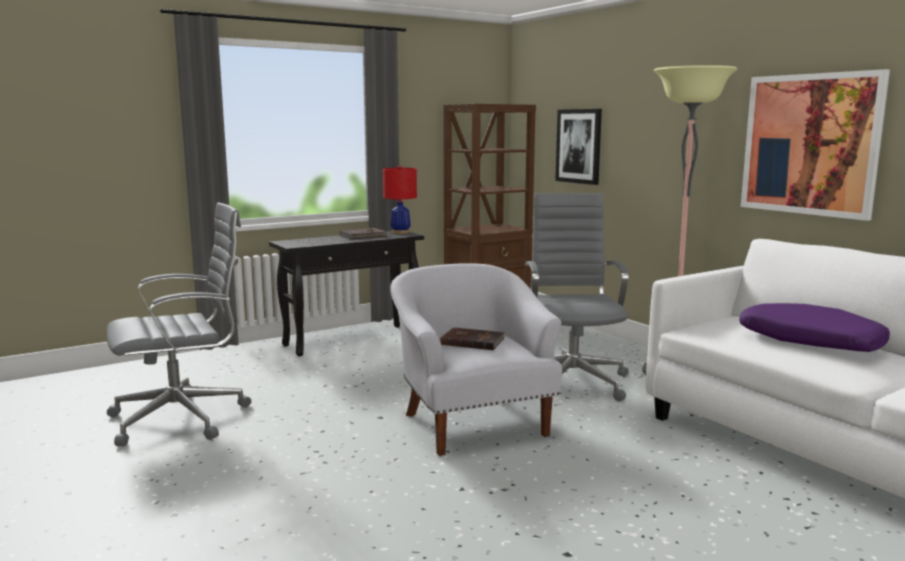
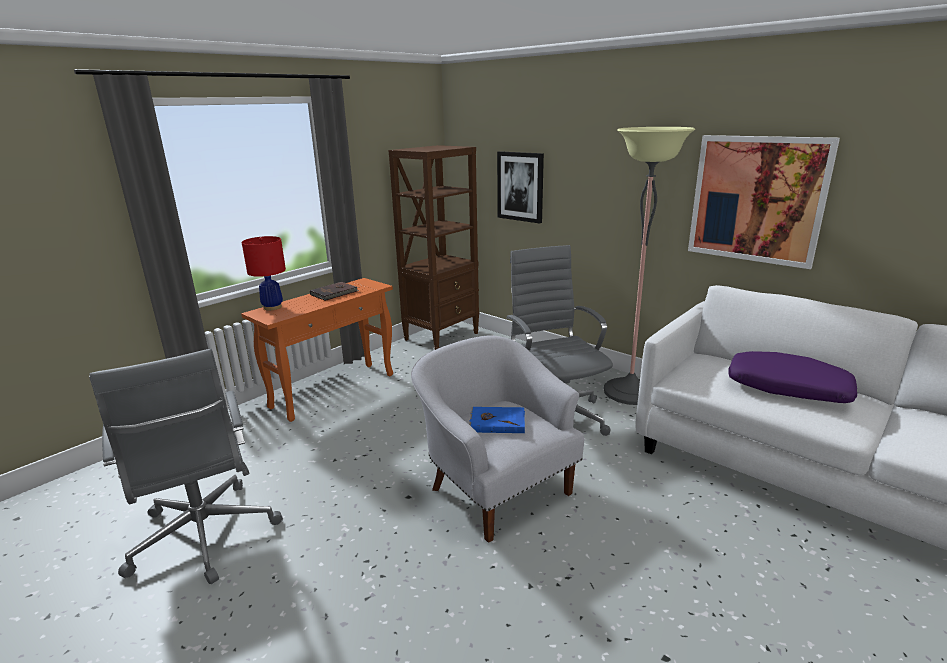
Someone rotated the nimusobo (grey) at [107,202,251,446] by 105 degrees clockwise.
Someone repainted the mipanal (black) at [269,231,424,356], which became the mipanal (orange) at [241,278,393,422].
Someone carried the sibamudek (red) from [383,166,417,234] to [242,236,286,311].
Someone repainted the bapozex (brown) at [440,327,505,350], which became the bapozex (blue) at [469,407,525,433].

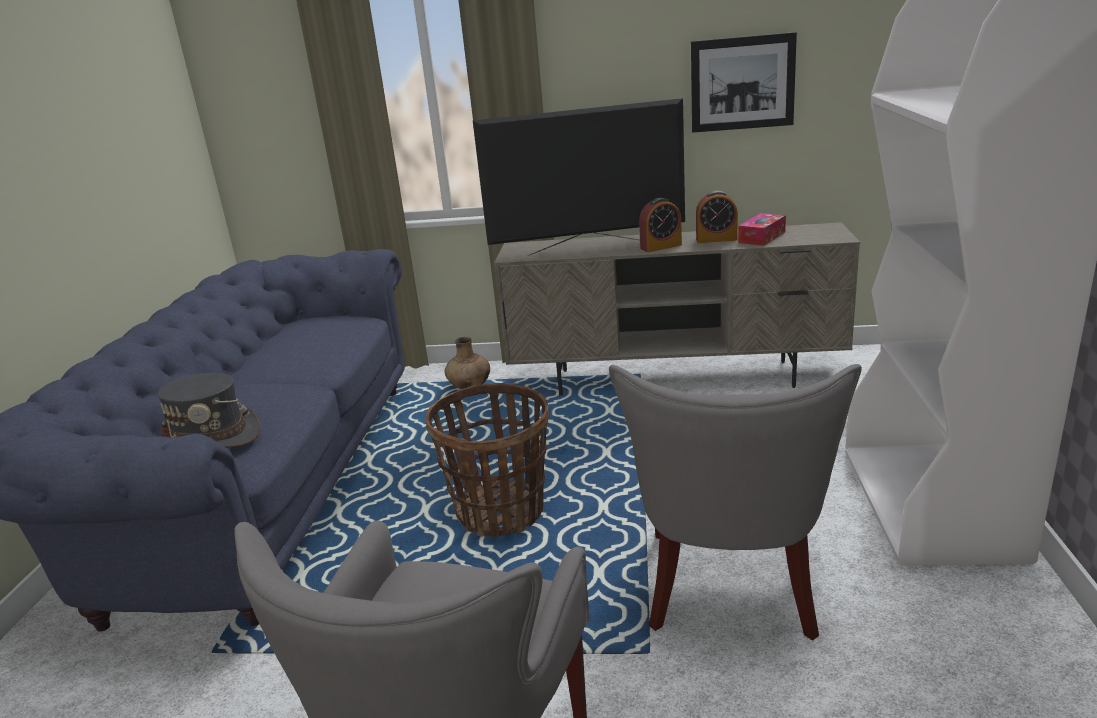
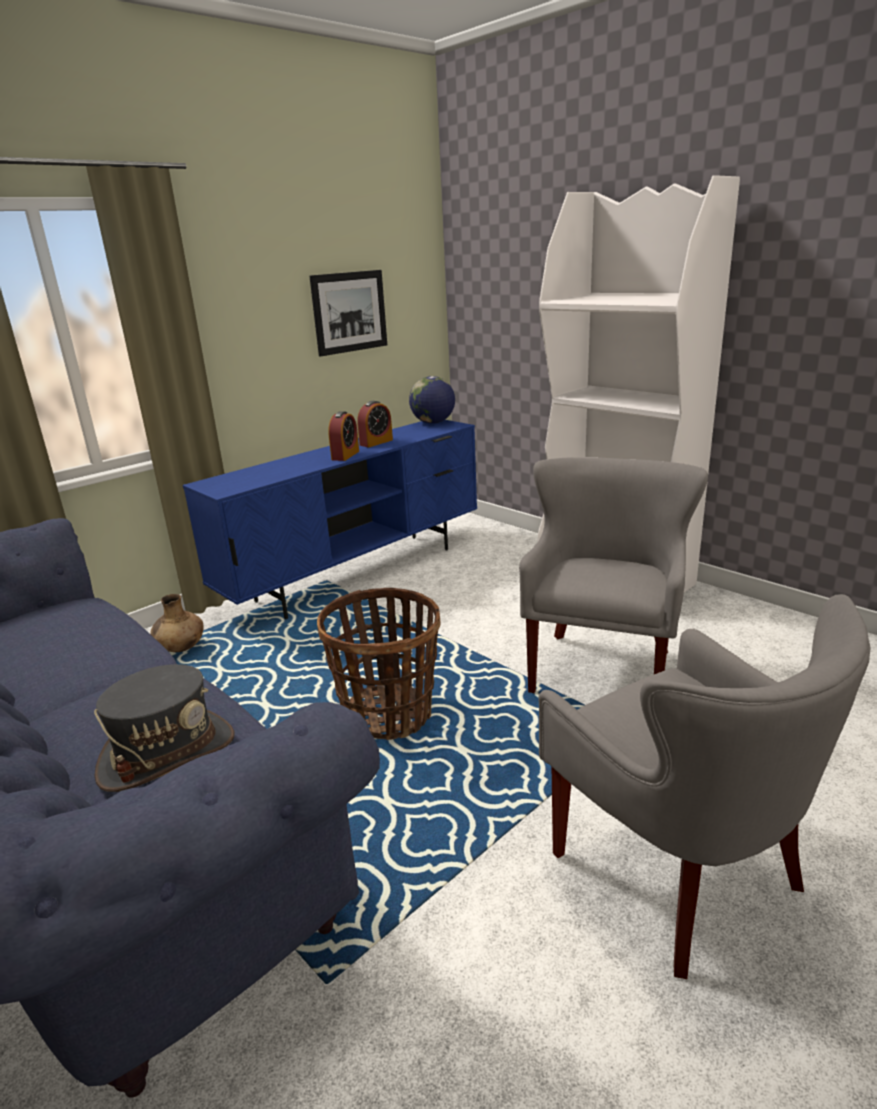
Someone repainted the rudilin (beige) at [494,222,860,396], which became the rudilin (blue) at [183,420,477,619].
Someone put down the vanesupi at [409,376,455,424].
Someone rotated the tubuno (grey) at [609,364,862,641] by 120 degrees counterclockwise.
Someone took away the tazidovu at [473,98,685,256].
Someone took away the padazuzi at [738,213,786,246].

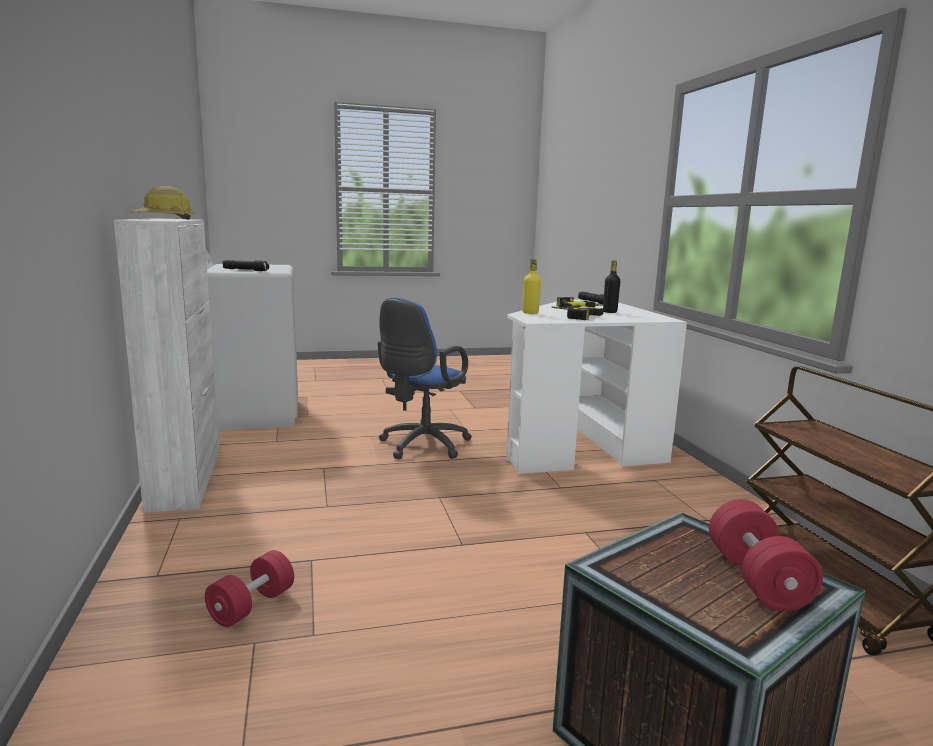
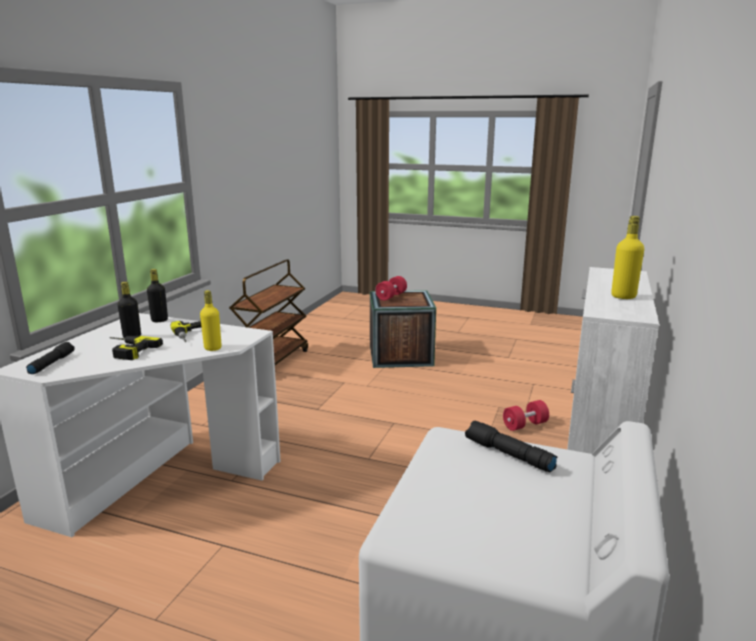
Someone put down the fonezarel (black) at [147,269,168,322].
Someone swapped the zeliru at [130,186,195,219] for the fonezarel (yellow) at [611,216,644,299].
Someone took away the nimusobo (blue) at [378,298,472,459].

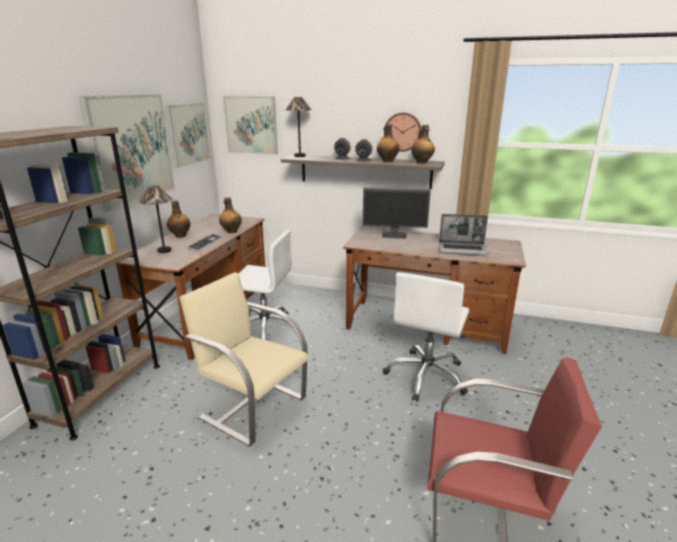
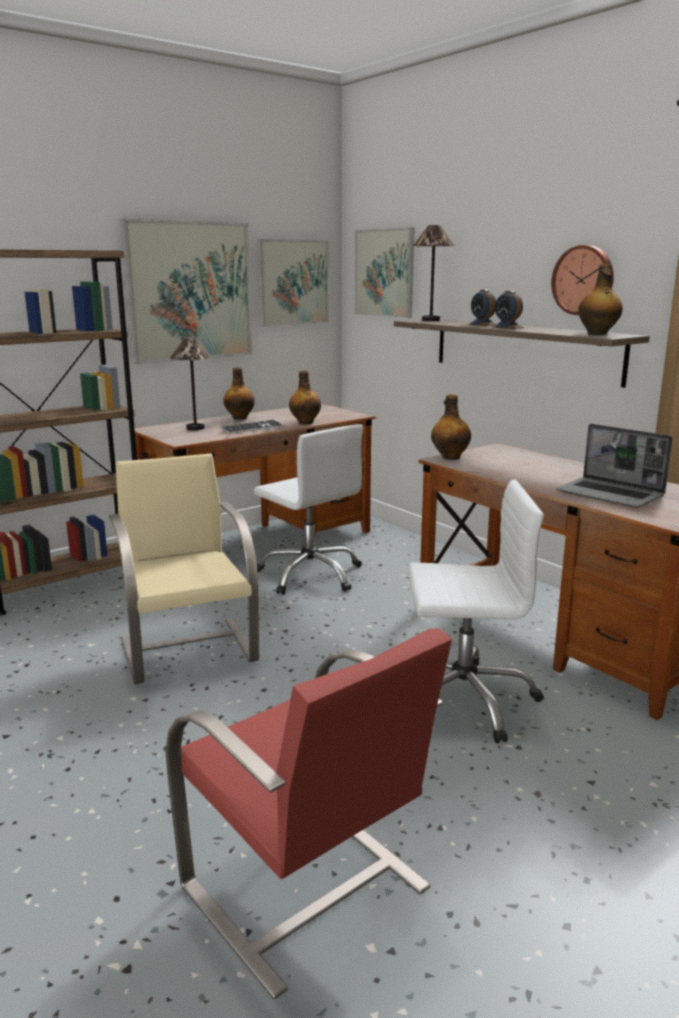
Someone rotated the nimusobo (white) at [383,272,469,402] by 150 degrees counterclockwise.
Someone carried the fonezarel from [377,124,400,162] to [431,394,471,460].
Someone took away the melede at [363,188,431,239].

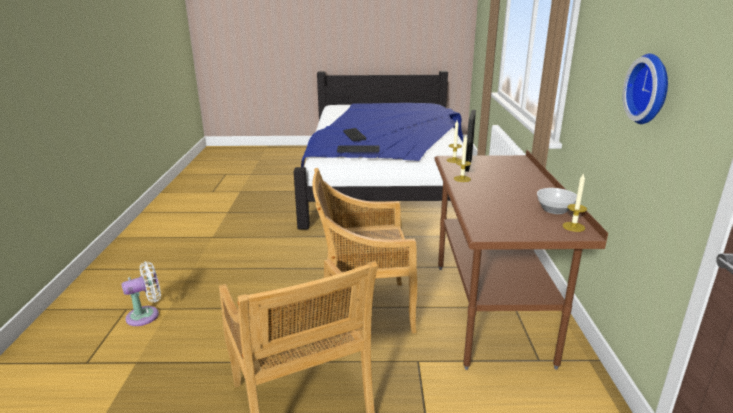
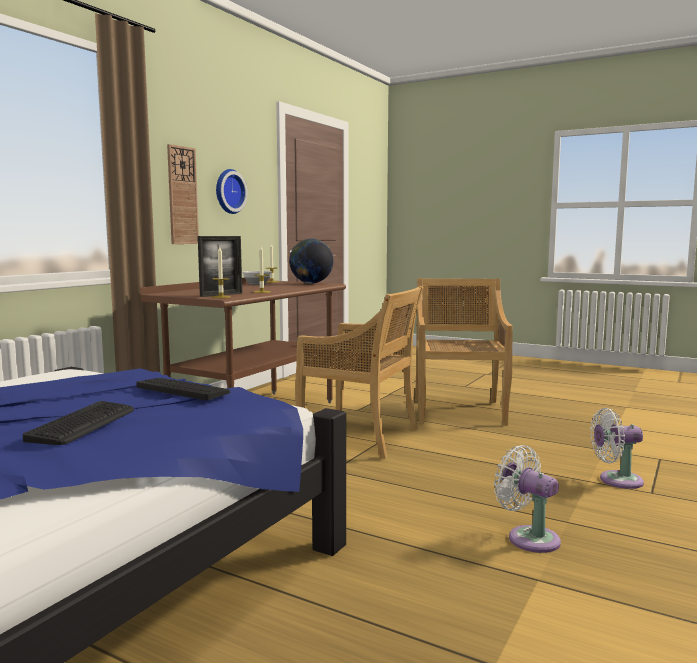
Someone put up the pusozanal at [167,144,199,244].
Someone put down the vanesupi at [289,239,333,284].
Someone put down the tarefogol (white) at [494,445,561,553].

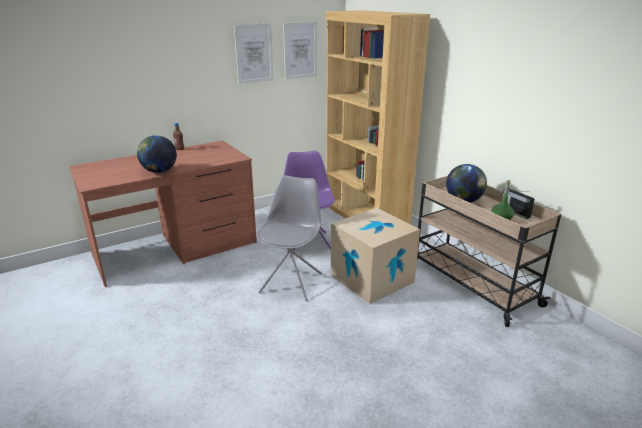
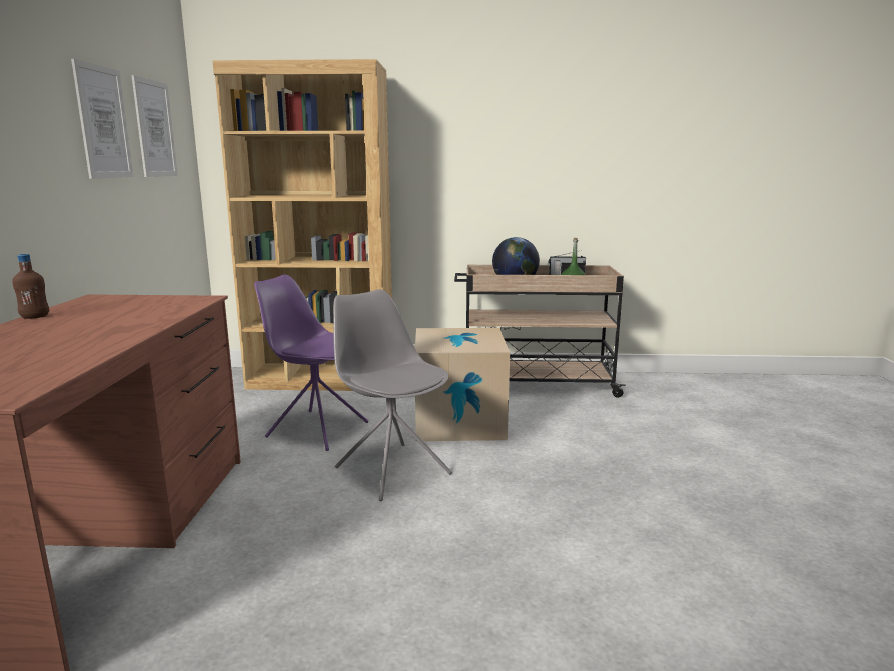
Someone took away the vanesupi at [137,135,177,173].

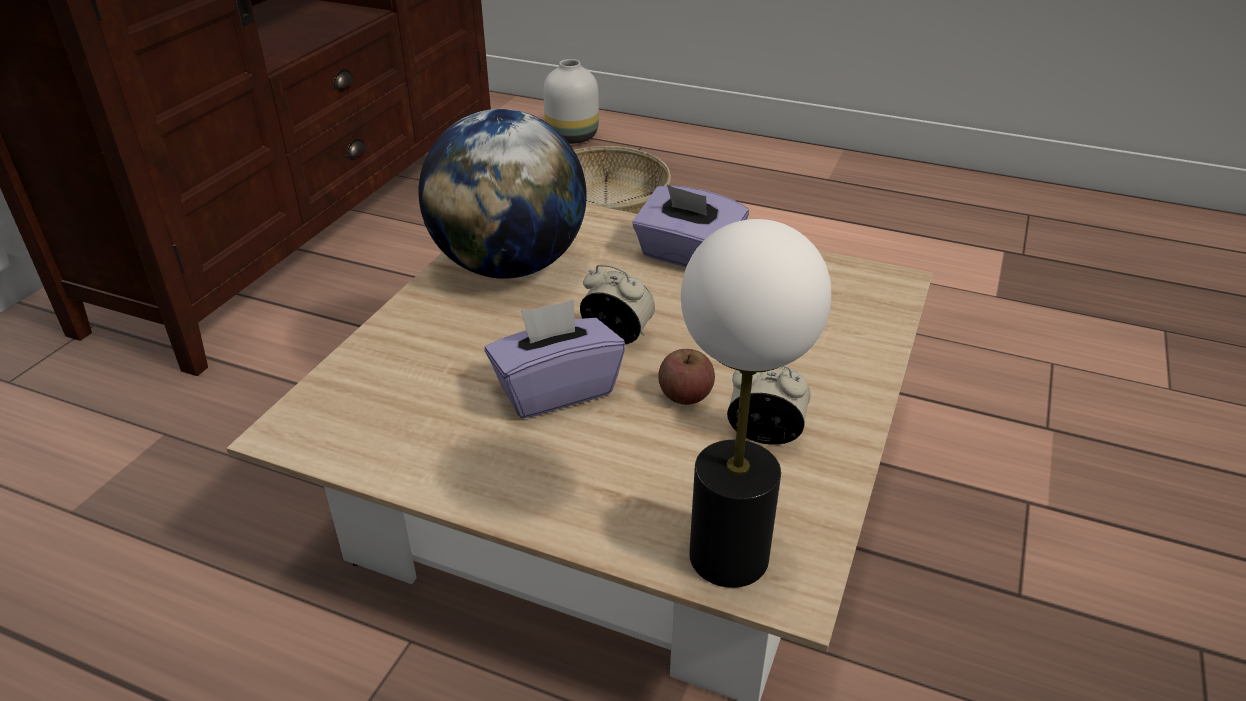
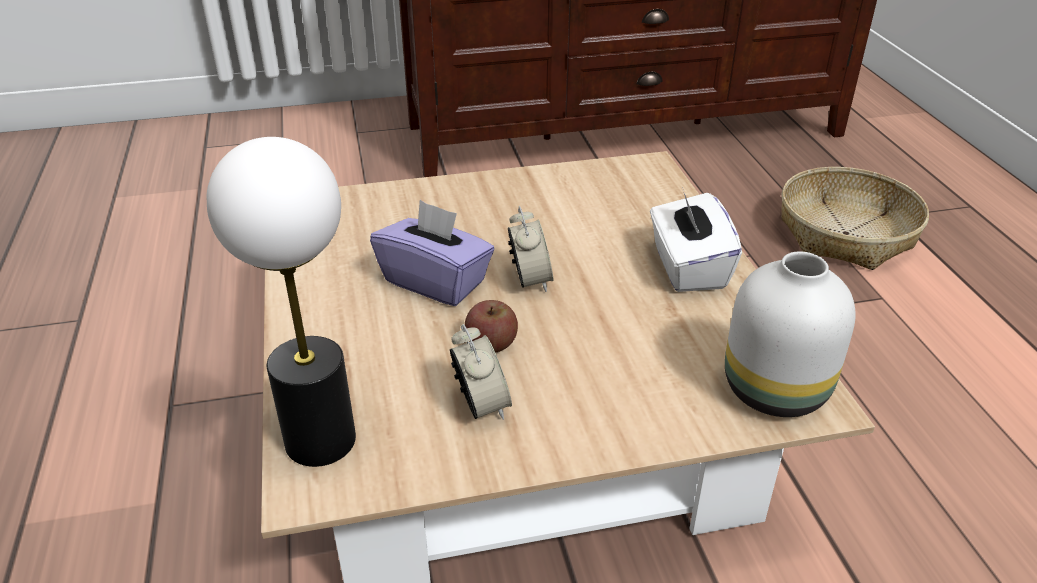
Someone repainted the padazuzi (purple) at [632,185,749,267], which became the padazuzi (white) at [650,187,742,292].
Someone carried the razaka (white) from [543,59,599,144] to [725,251,856,417].
Someone took away the vanesupi at [419,109,587,279].

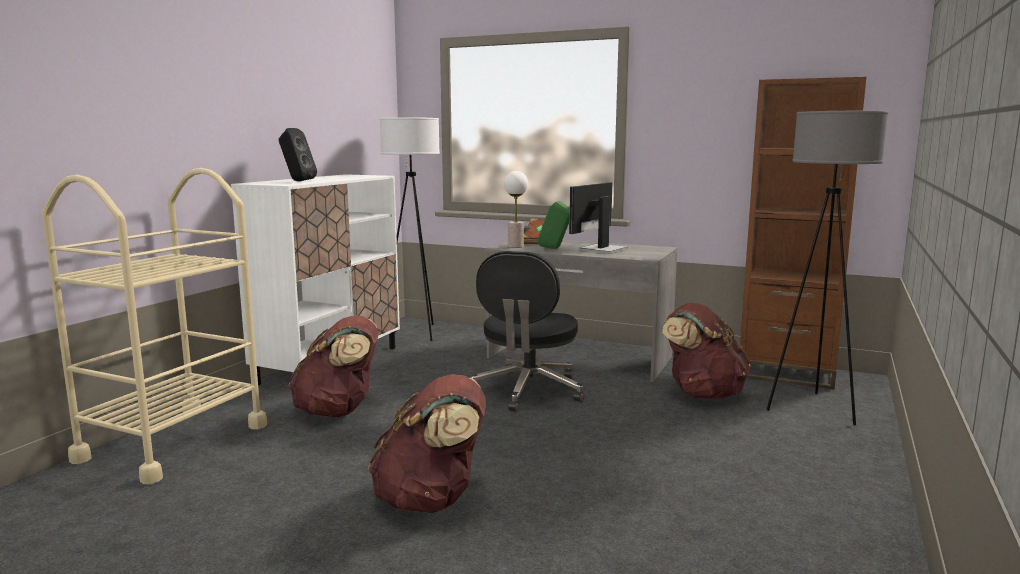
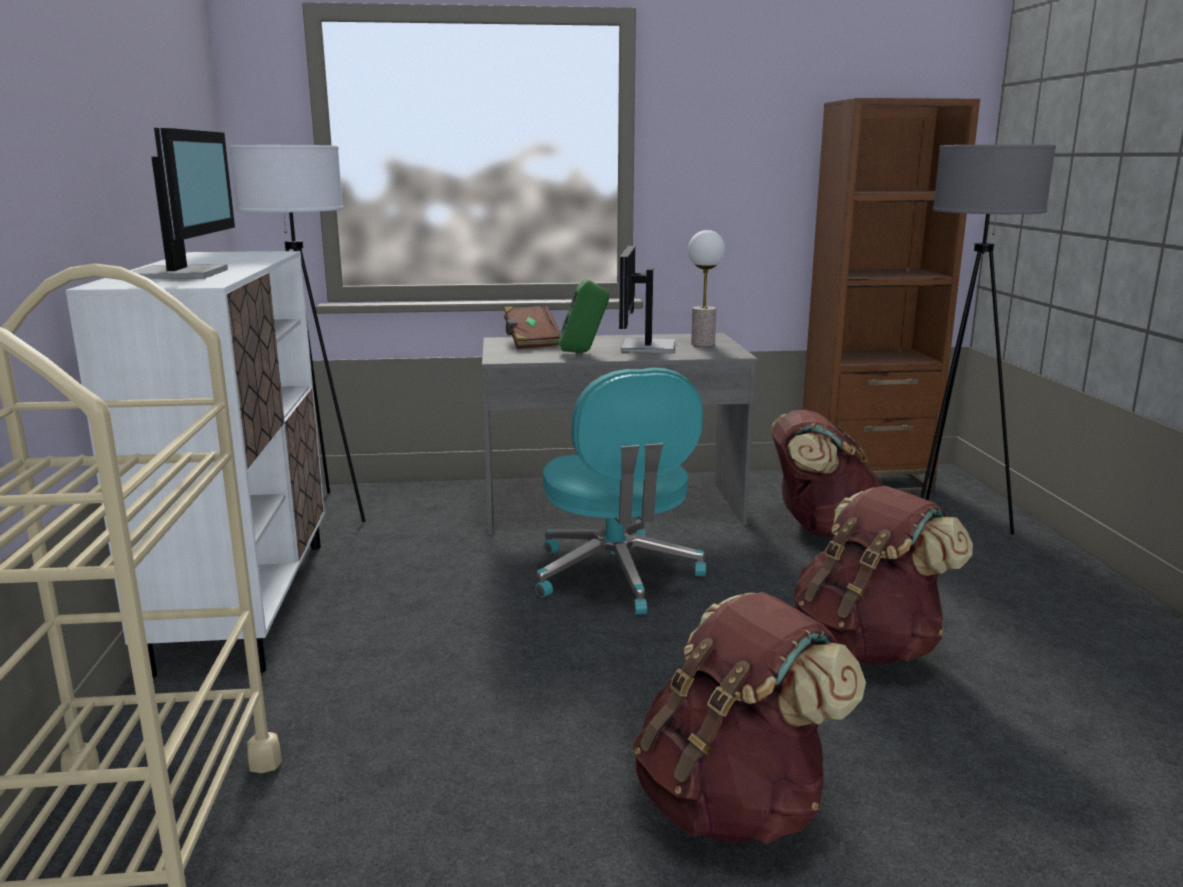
Someone swapped the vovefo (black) at [279,128,317,181] for the melede at [133,128,235,279].
Someone repainted the nimusobo (black) at [471,251,584,412], which became the nimusobo (turquoise) at [535,368,706,615].
Someone carried the sibamudek from [504,171,528,248] to [688,230,725,347].
Someone carried the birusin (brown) from [288,316,379,417] to [795,486,973,665].

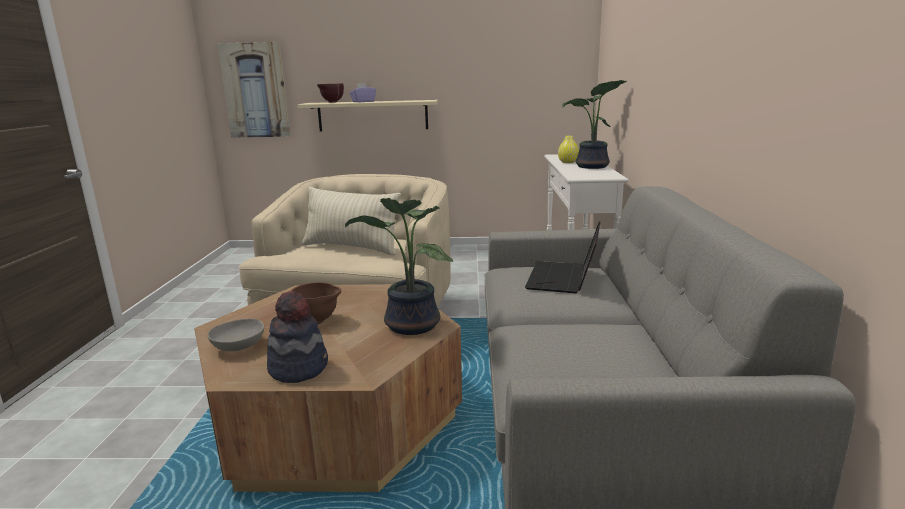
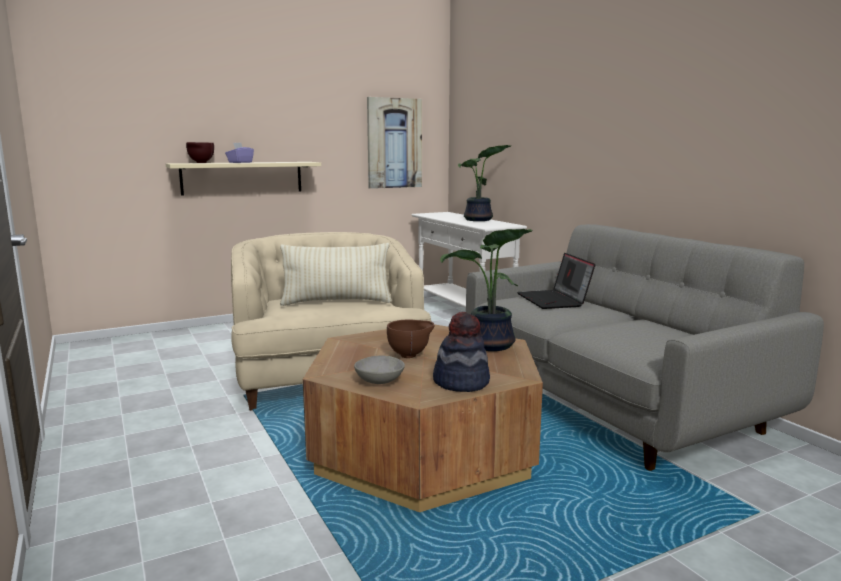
Someone carried the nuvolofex from [217,42,290,138] to [367,97,422,189].
Someone took away the razaka (yellow) at [558,136,579,163].

